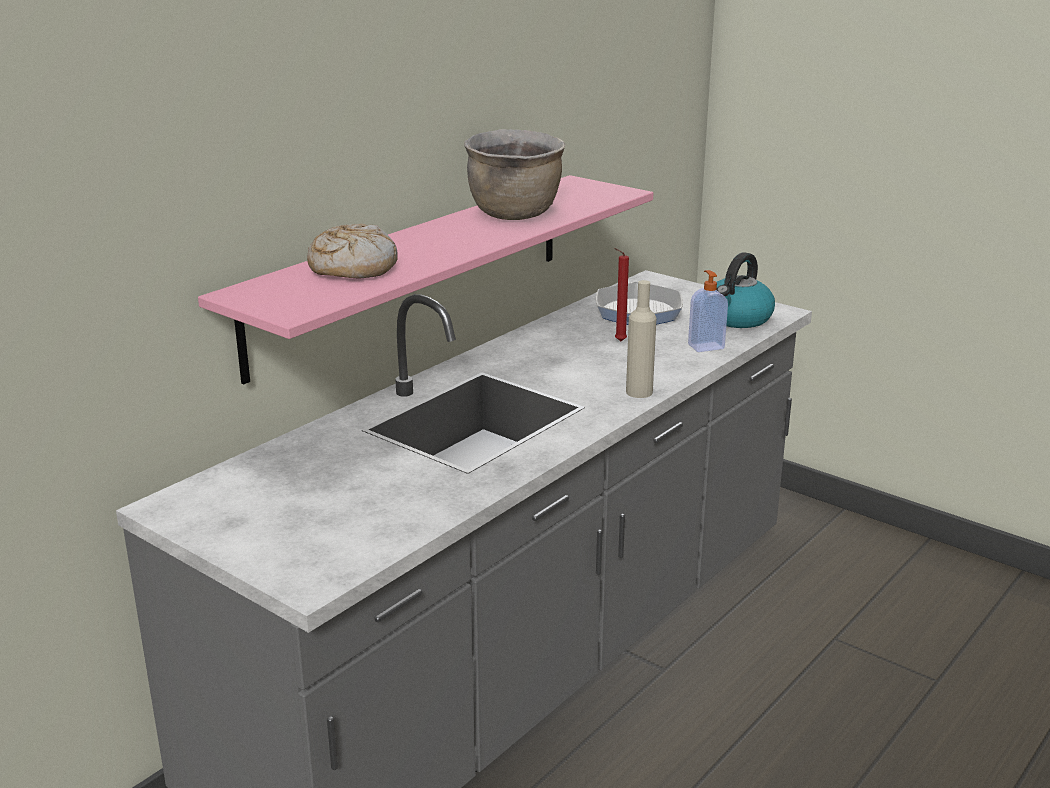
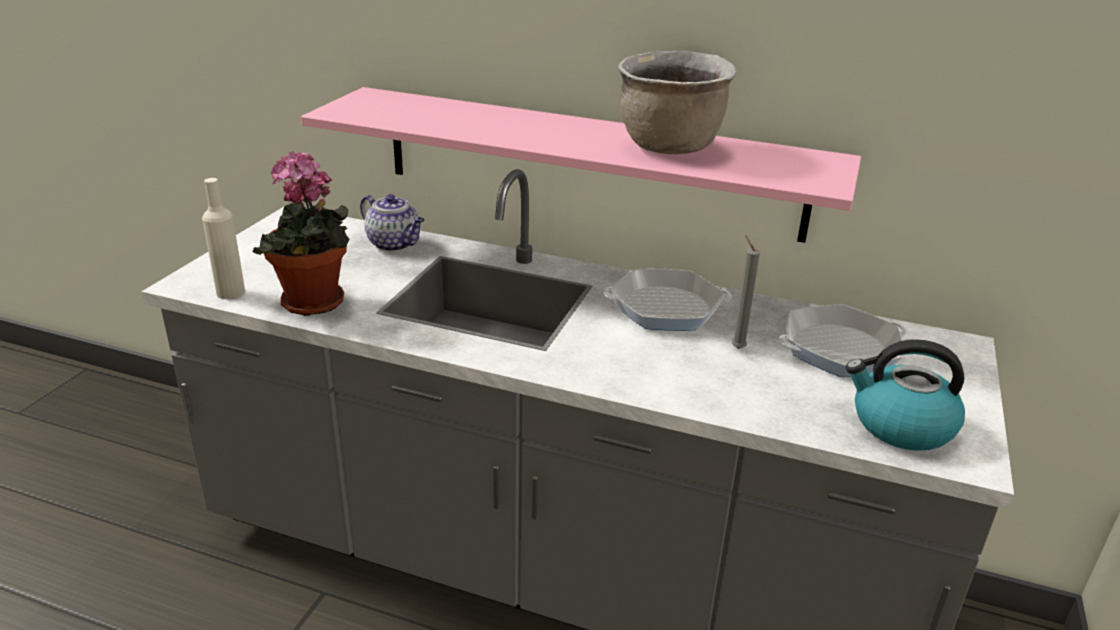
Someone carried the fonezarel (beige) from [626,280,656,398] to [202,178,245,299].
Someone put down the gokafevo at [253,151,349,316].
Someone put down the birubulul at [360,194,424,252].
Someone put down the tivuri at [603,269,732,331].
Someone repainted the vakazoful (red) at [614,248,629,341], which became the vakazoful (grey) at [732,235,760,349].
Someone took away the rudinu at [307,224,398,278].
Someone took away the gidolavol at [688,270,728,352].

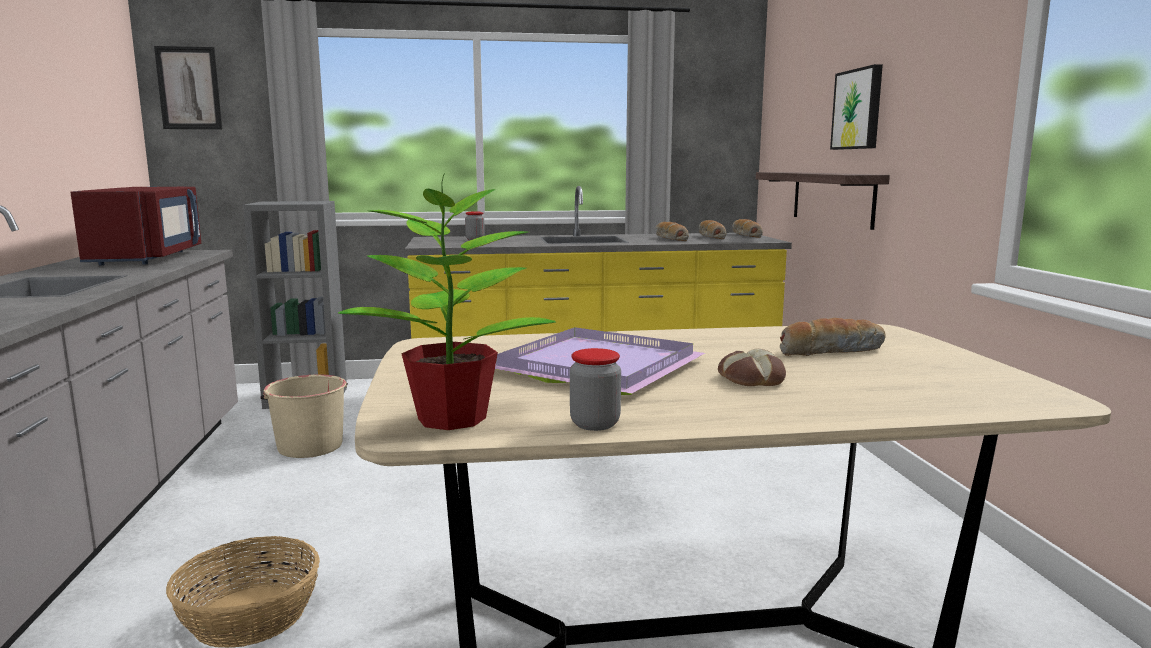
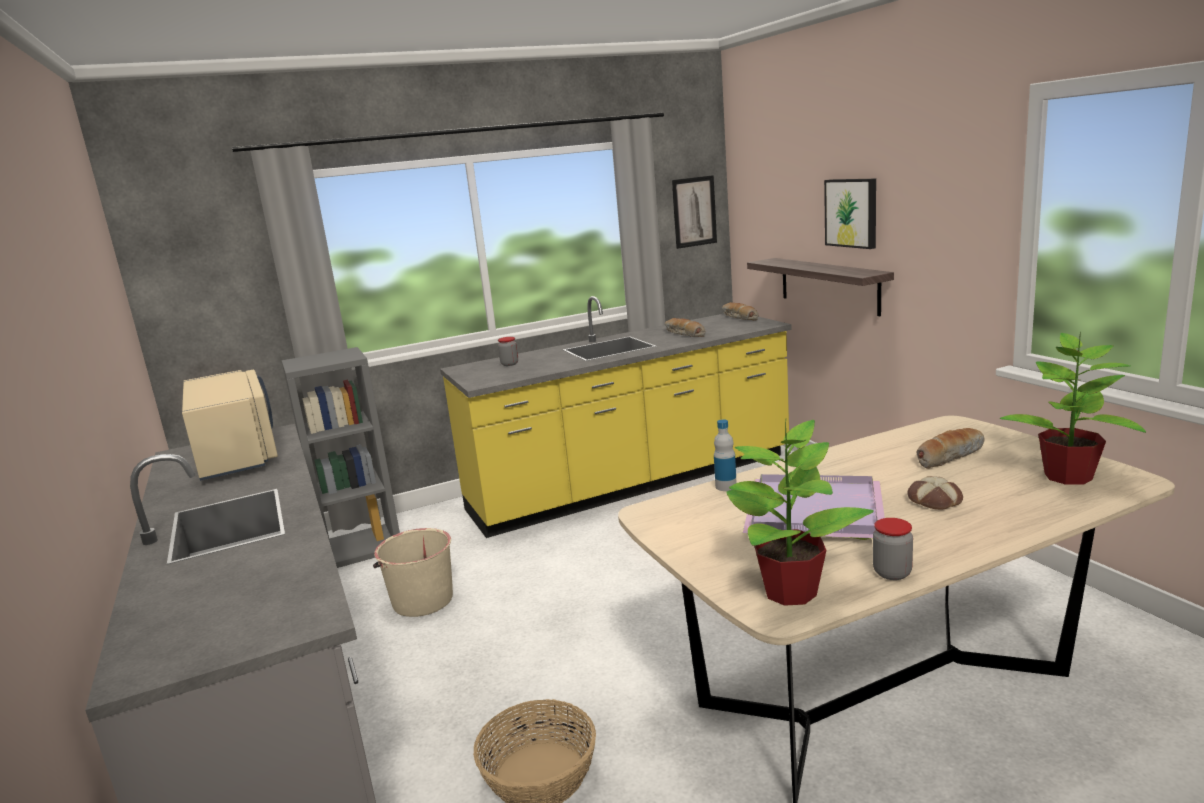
Someone repainted the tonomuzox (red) at [70,187,201,265], which became the tonomuzox (beige) at [182,369,278,481].
Someone carried the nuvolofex from [154,46,222,129] to [672,175,717,249].
Someone put down the fonezarel at [714,419,737,491].
Someone put down the gokafevo at [1000,333,1146,485].
Someone took away the rudinu at [699,220,726,239].

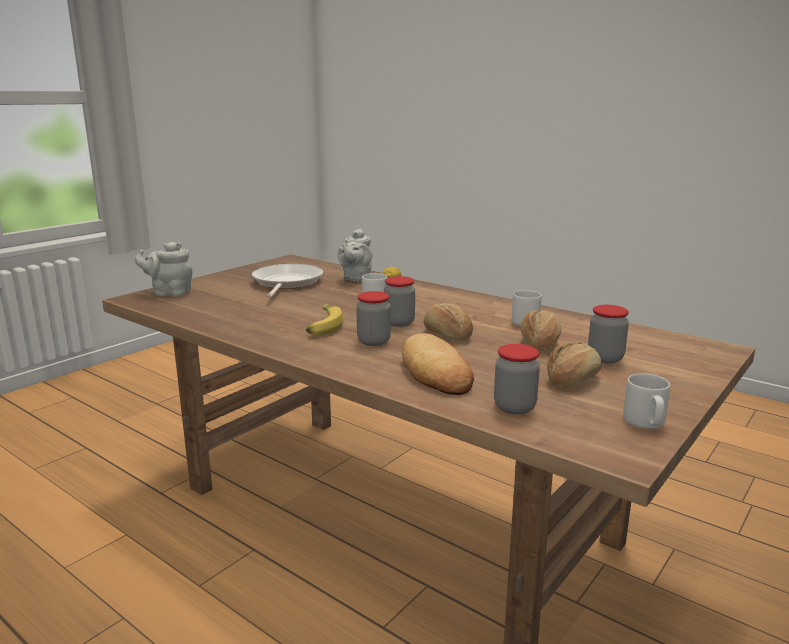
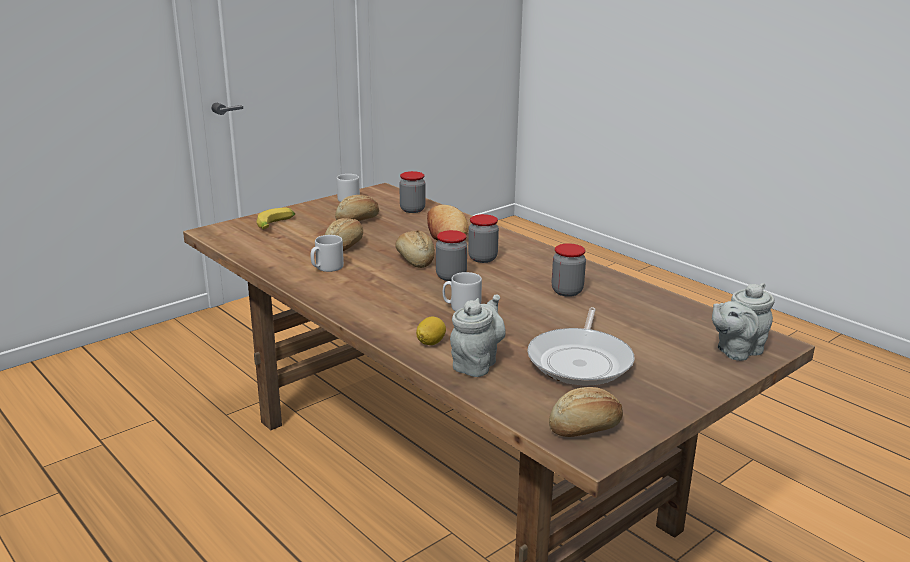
Someone carried the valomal from [306,304,344,336] to [256,208,295,229].
Someone put down the rudinu at [549,387,623,437].
Someone carried the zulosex from [588,305,629,363] to [552,243,586,297].
Someone rotated the birubulul (grey) at [135,242,193,297] by 135 degrees clockwise.

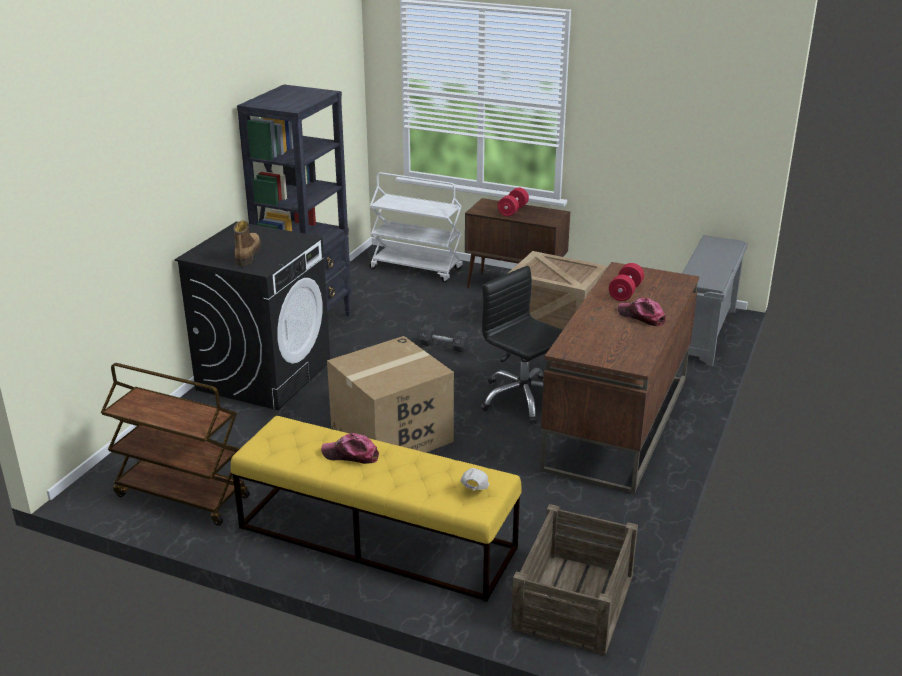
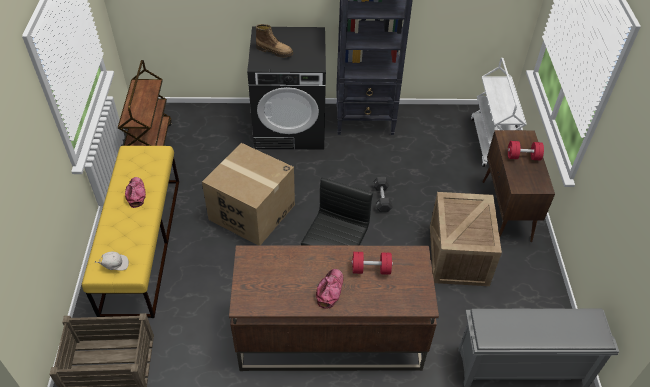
Someone rotated the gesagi at [234,220,261,266] by 45 degrees clockwise.

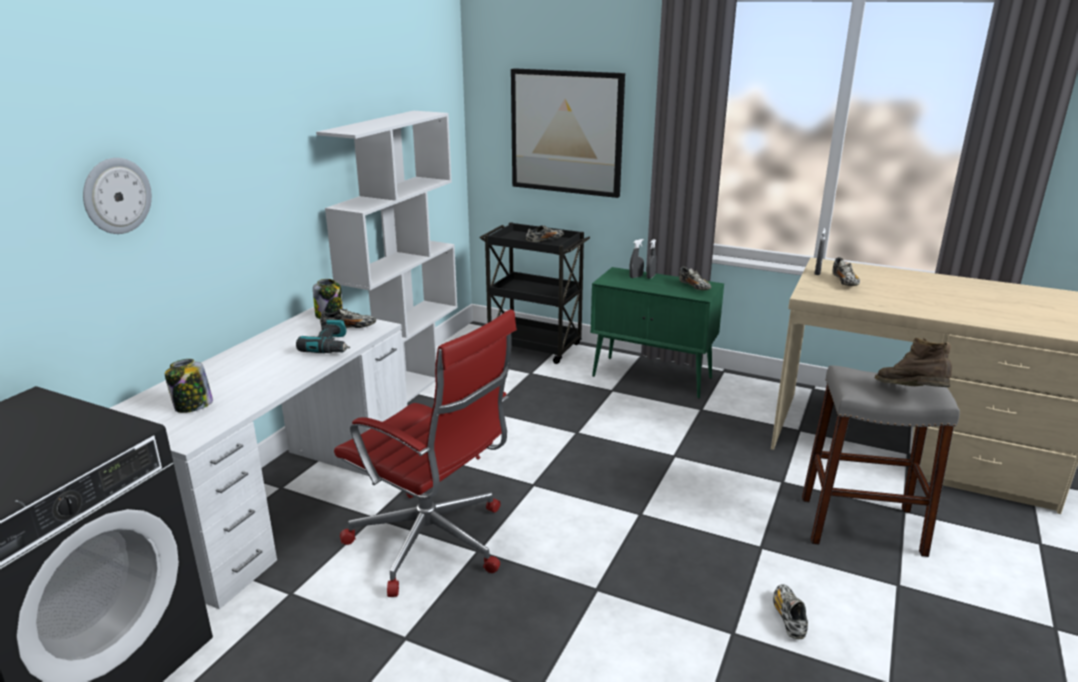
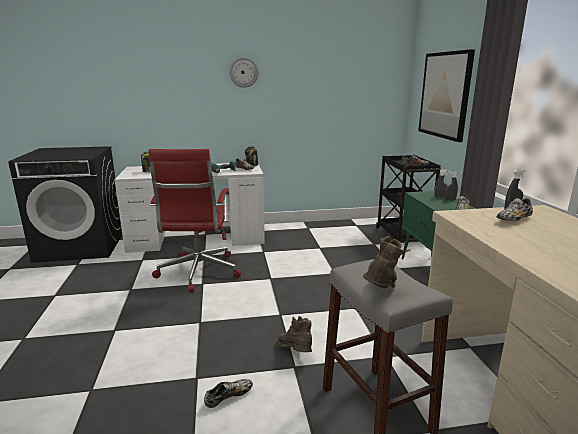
Someone carried the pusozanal from [83,158,152,234] to [229,57,258,88].
Someone put down the gesagi (brown) at [276,316,312,352].
Someone took away the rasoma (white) at [316,111,457,403].

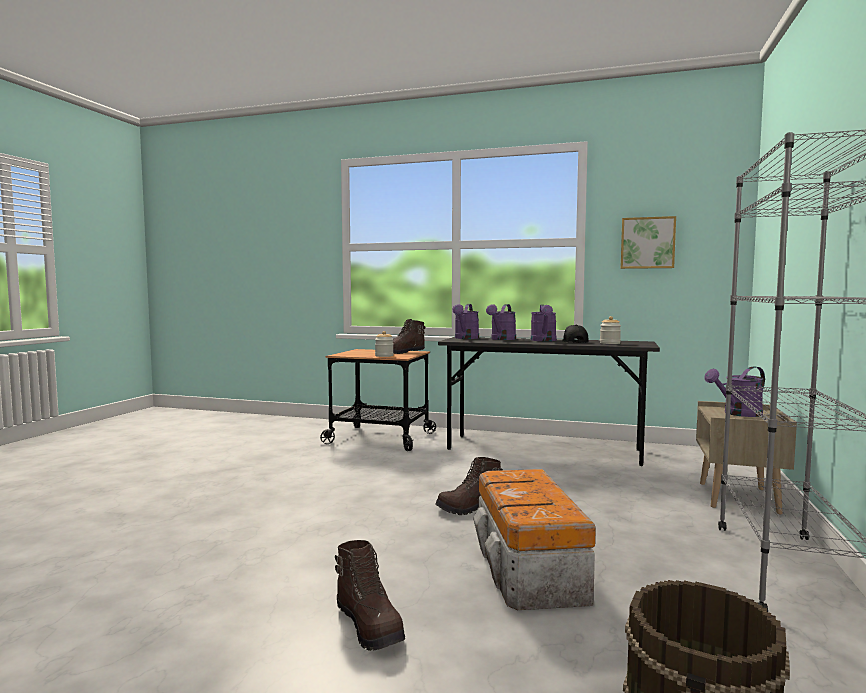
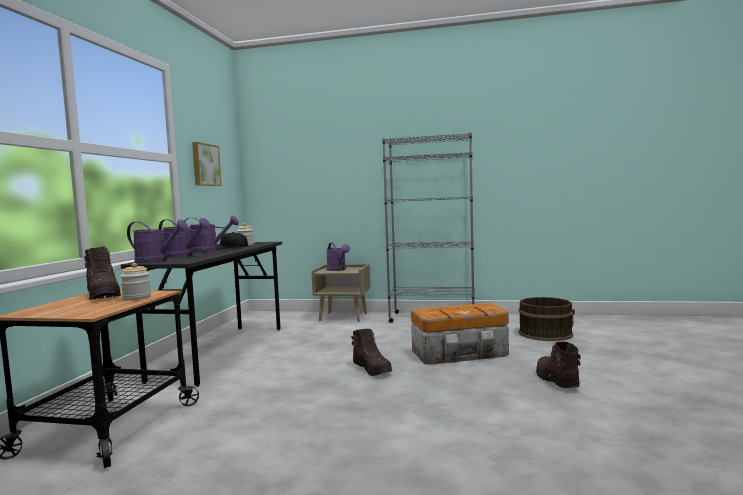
Someone rotated the gesagi (brown) at [335,540,405,651] by 60 degrees counterclockwise.

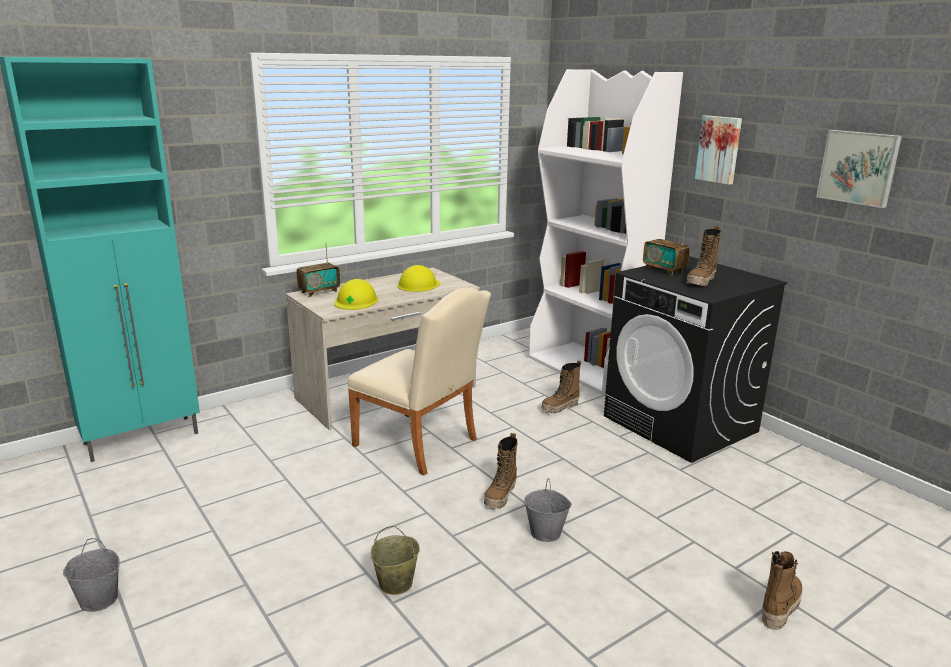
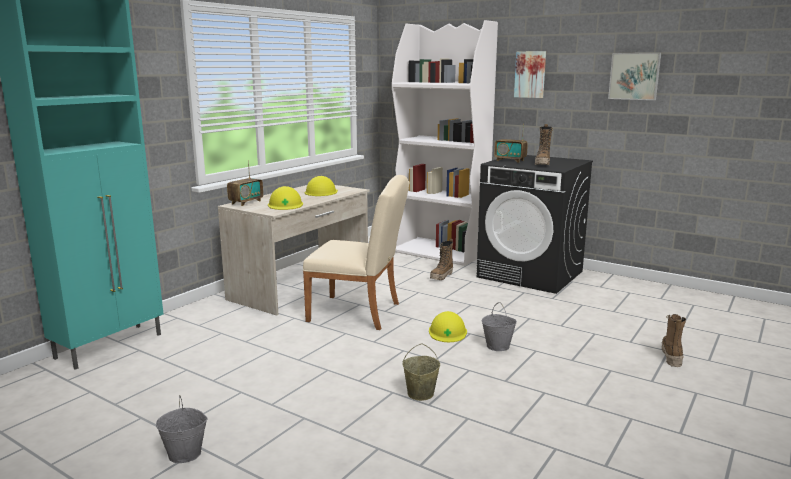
Someone swapped the gesagi at [484,433,517,508] for the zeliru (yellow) at [429,311,467,342].

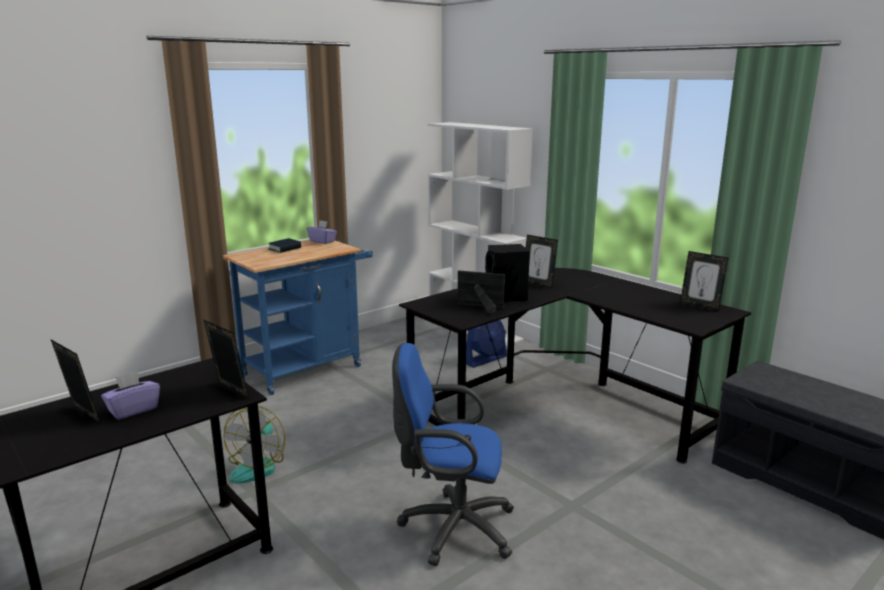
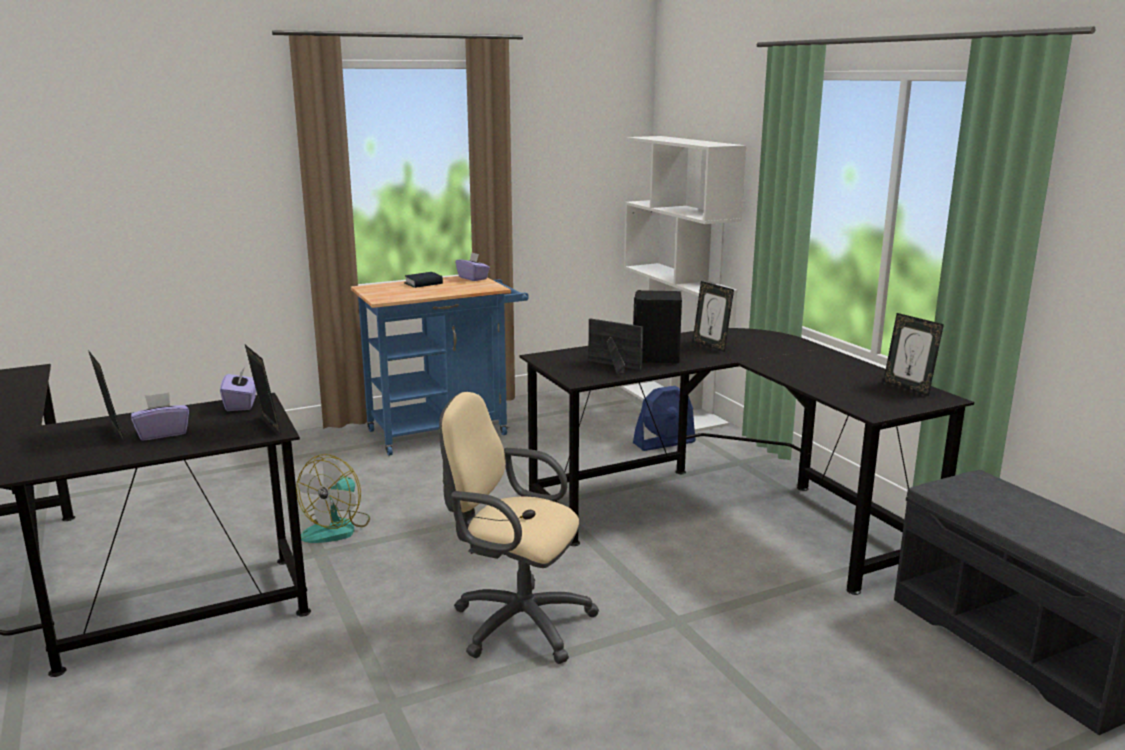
Someone put down the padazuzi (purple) at [220,367,256,411].
Someone repainted the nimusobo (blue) at [392,343,514,566], which became the nimusobo (beige) at [439,392,599,664].

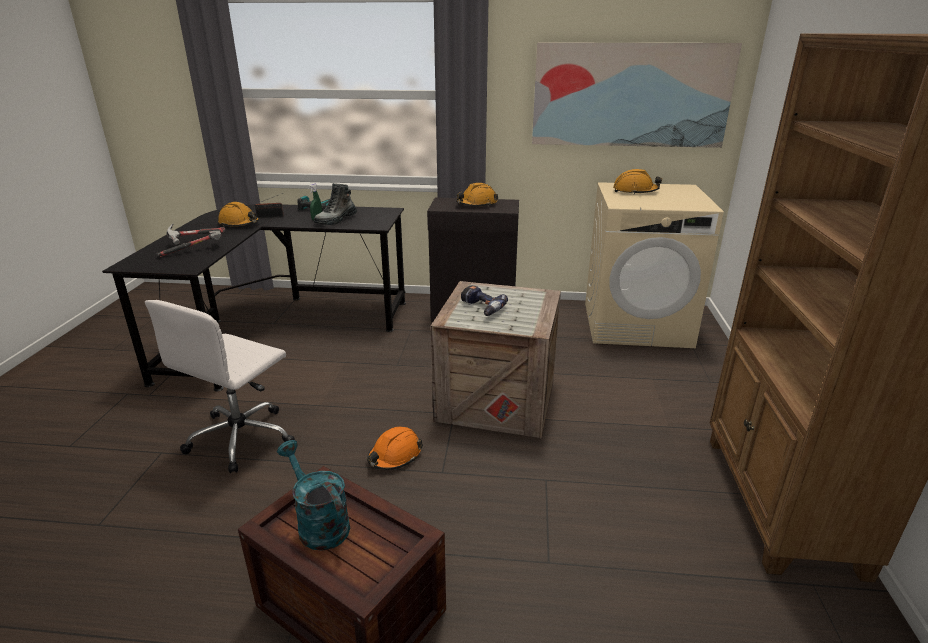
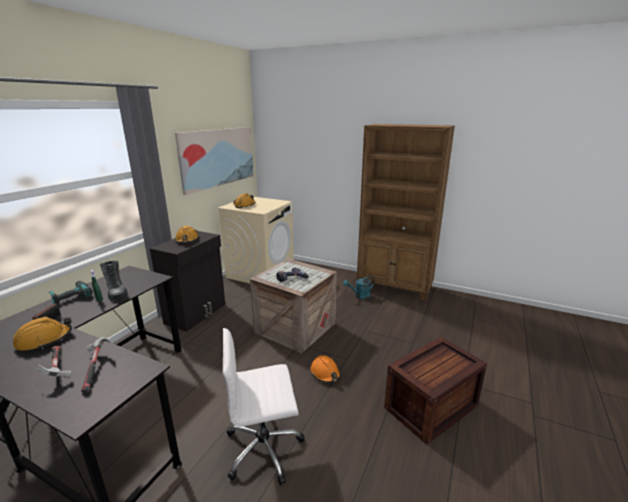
Someone rotated the nimusobo (white) at [145,300,295,473] by 120 degrees clockwise.
Someone carried the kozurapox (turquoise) from [277,440,350,551] to [343,276,374,299].

